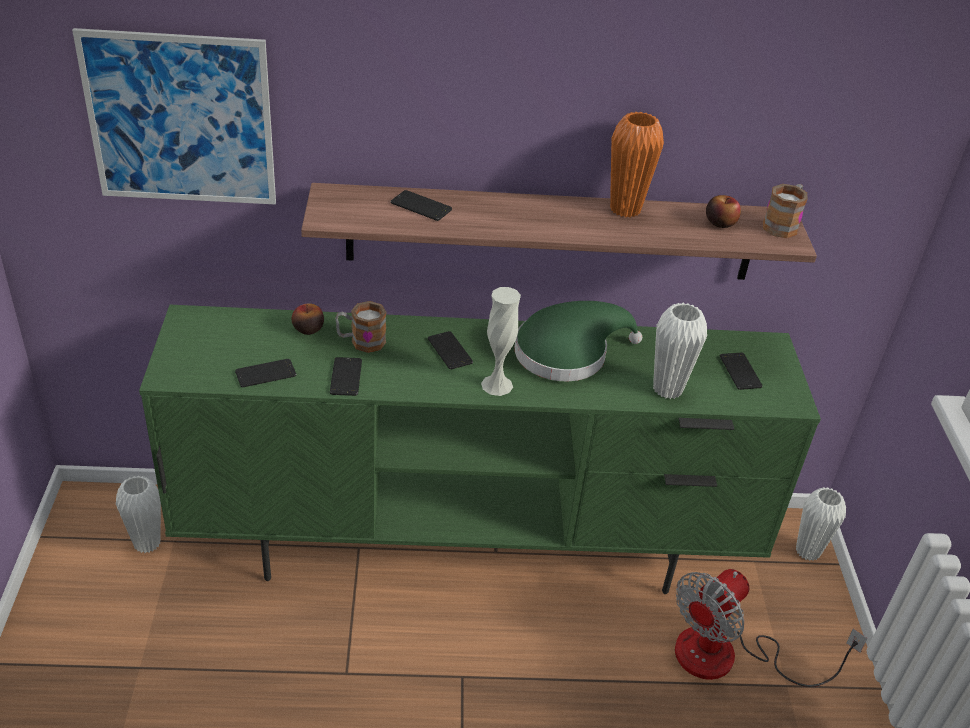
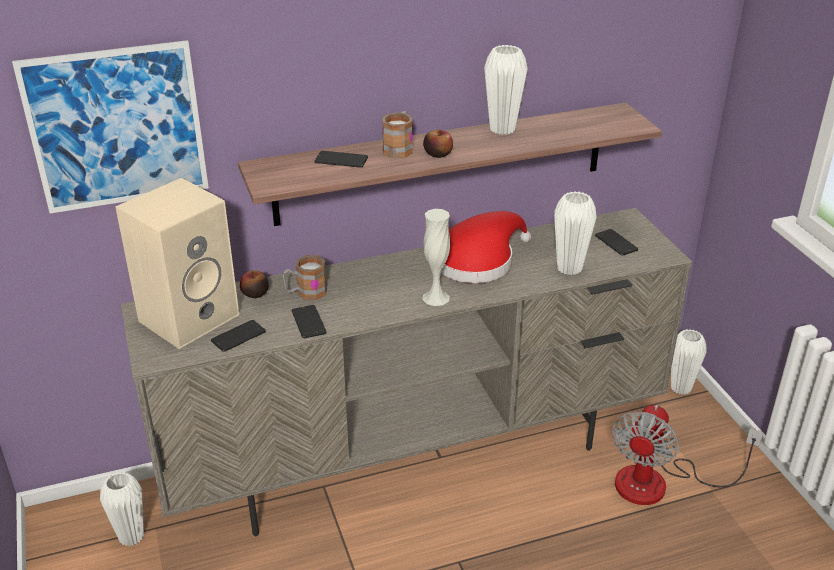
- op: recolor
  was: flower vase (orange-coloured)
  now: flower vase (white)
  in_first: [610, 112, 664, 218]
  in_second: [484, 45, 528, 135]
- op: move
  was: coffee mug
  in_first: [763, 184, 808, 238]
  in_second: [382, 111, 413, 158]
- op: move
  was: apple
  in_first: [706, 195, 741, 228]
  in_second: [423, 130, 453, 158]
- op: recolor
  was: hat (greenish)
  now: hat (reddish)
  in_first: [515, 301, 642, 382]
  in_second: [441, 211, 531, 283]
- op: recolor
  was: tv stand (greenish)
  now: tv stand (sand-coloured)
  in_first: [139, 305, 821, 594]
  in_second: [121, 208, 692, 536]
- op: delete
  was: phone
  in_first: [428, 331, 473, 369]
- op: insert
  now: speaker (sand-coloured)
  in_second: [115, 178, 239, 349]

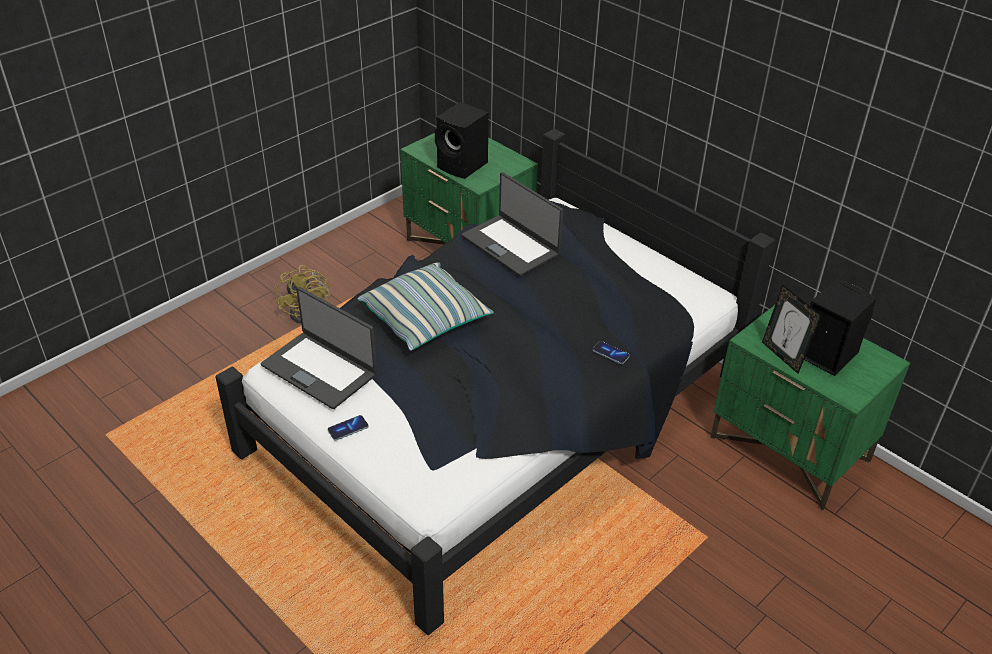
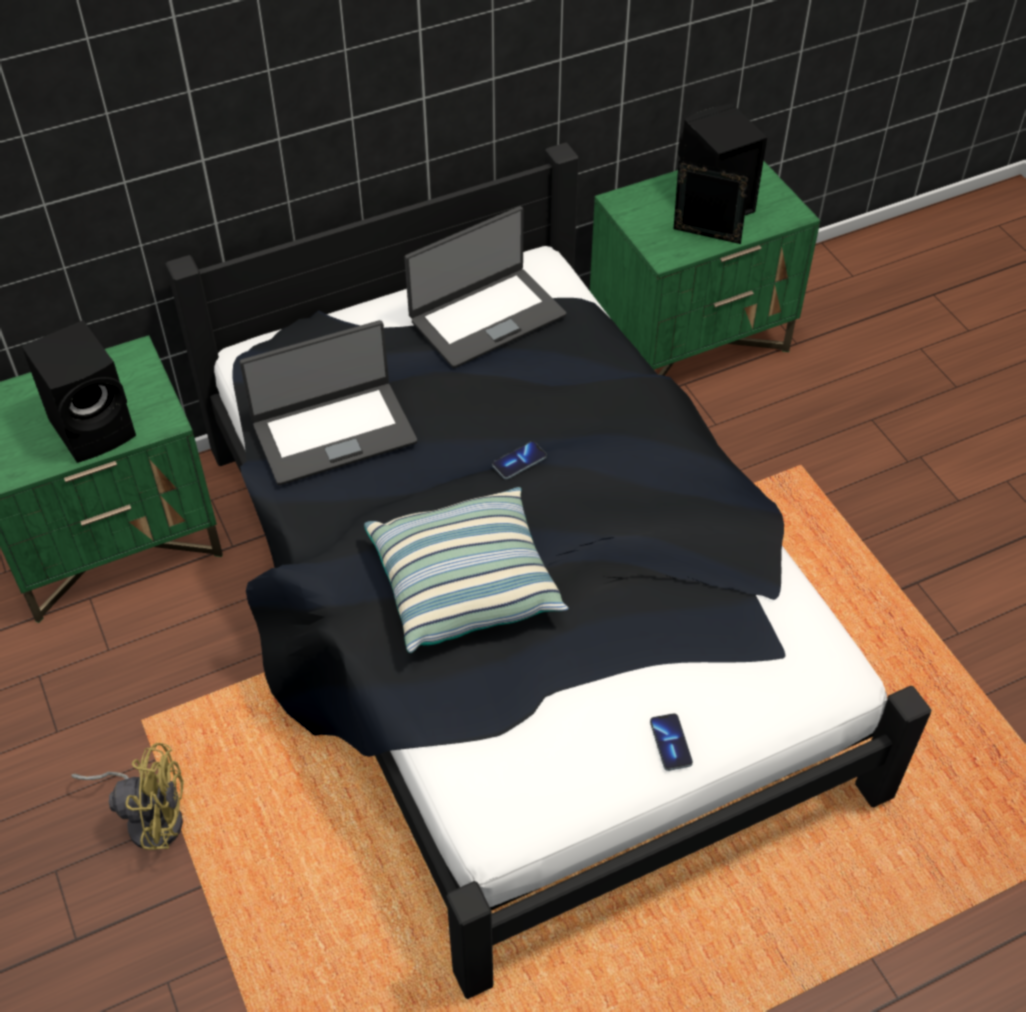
- op: rotate
  was: standing frame
  in_first: [762, 285, 821, 374]
  in_second: [674, 160, 750, 244]
  clockwise: -150
- op: move
  was: portable computer
  in_first: [261, 287, 377, 409]
  in_second: [404, 206, 567, 368]
- op: move
  was: phone
  in_first: [593, 341, 630, 364]
  in_second: [492, 441, 547, 479]

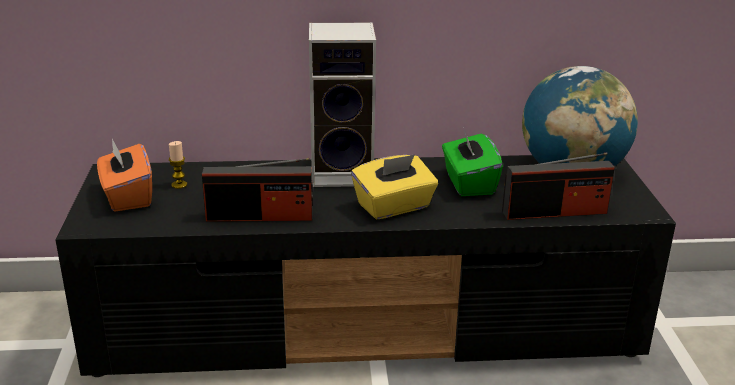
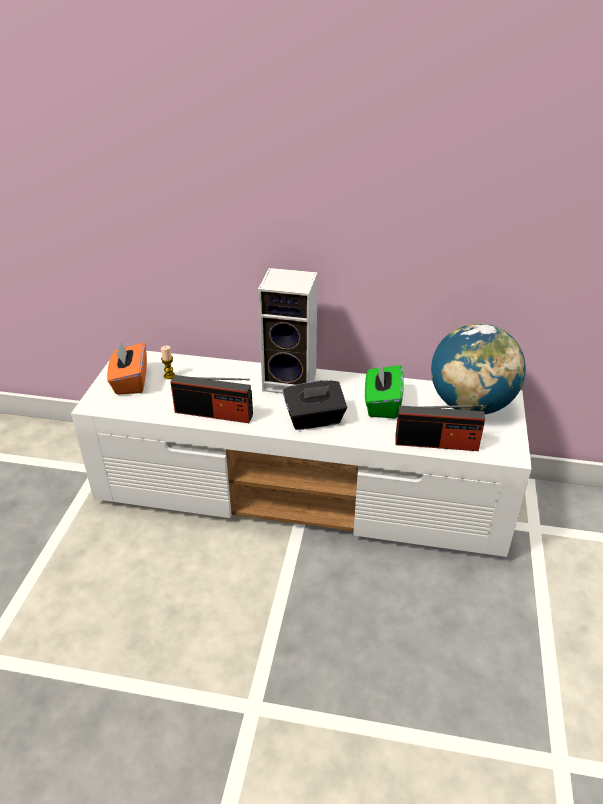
- op: recolor
  was: tissue holder (yellowish)
  now: tissue holder (blackish)
  in_first: [351, 154, 438, 220]
  in_second: [283, 380, 347, 430]
- op: recolor
  was: tv stand (blackish)
  now: tv stand (white)
  in_first: [55, 155, 676, 377]
  in_second: [71, 351, 532, 557]

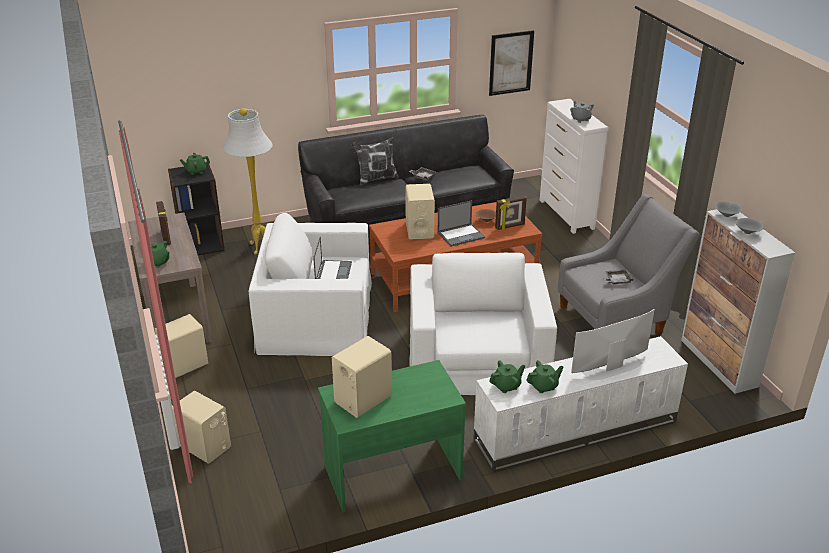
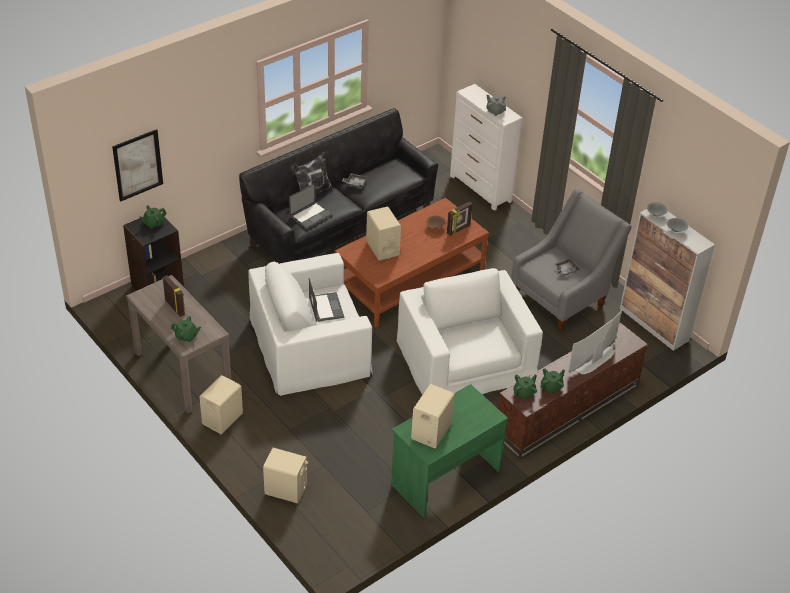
- op: move
  was: picture
  in_first: [489, 30, 534, 96]
  in_second: [112, 129, 163, 202]
- op: delete
  was: standard lamp (white)
  in_first: [223, 108, 273, 254]
- op: move
  was: portable computer
  in_first: [438, 200, 485, 247]
  in_second: [289, 183, 332, 229]
- op: recolor
  was: tv stand (white)
  now: tv stand (brownish)
  in_first: [473, 336, 688, 472]
  in_second: [498, 323, 648, 459]

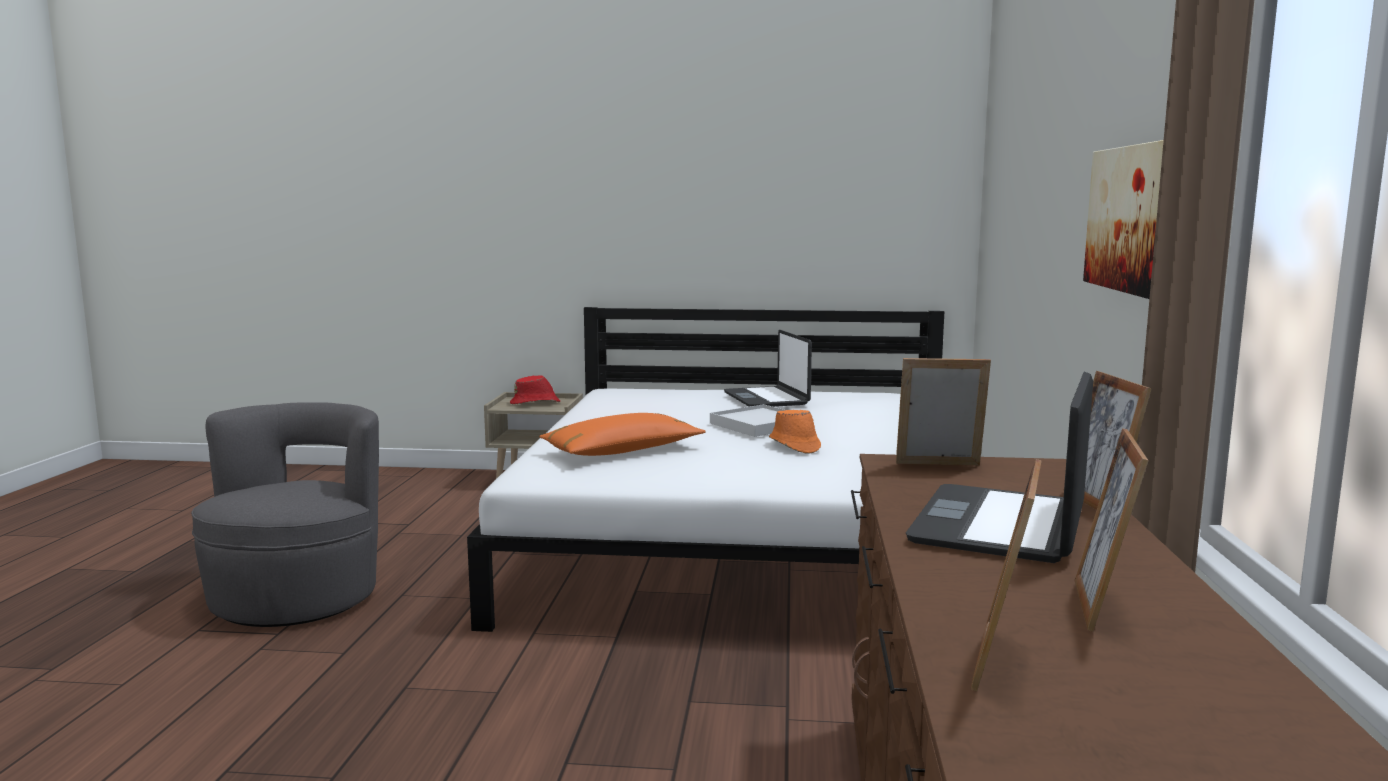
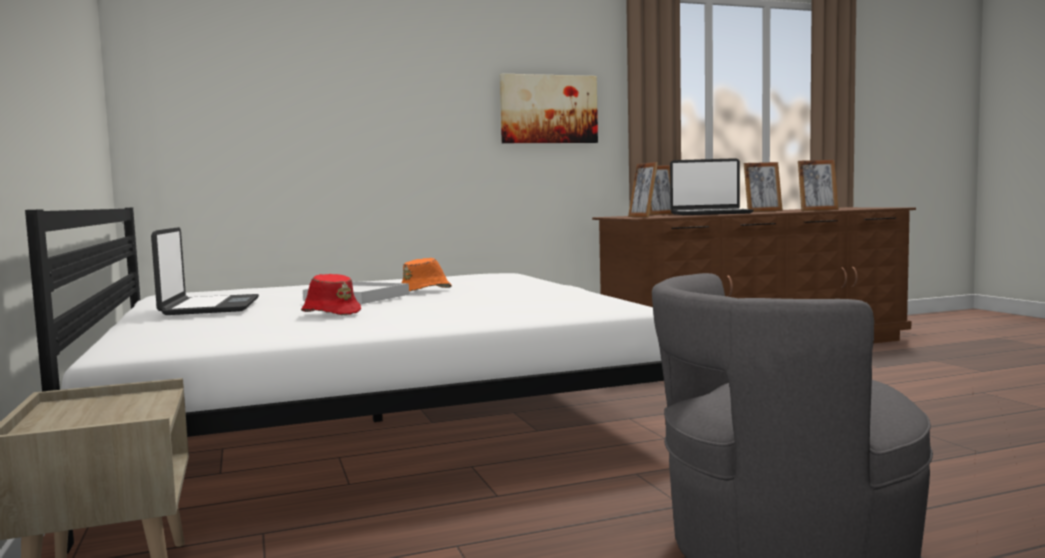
- op: rotate
  was: portable computer
  in_first: [724, 330, 812, 407]
  in_second: [151, 227, 259, 315]
  clockwise: -60
- op: move
  was: hat (reddish)
  in_first: [510, 375, 560, 404]
  in_second: [301, 274, 361, 316]
- op: delete
  was: throw pillow (orange-coloured)
  in_first: [539, 413, 706, 456]

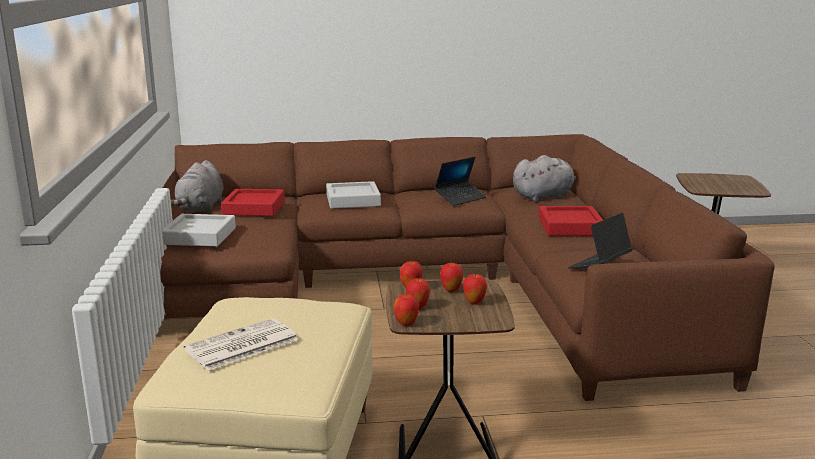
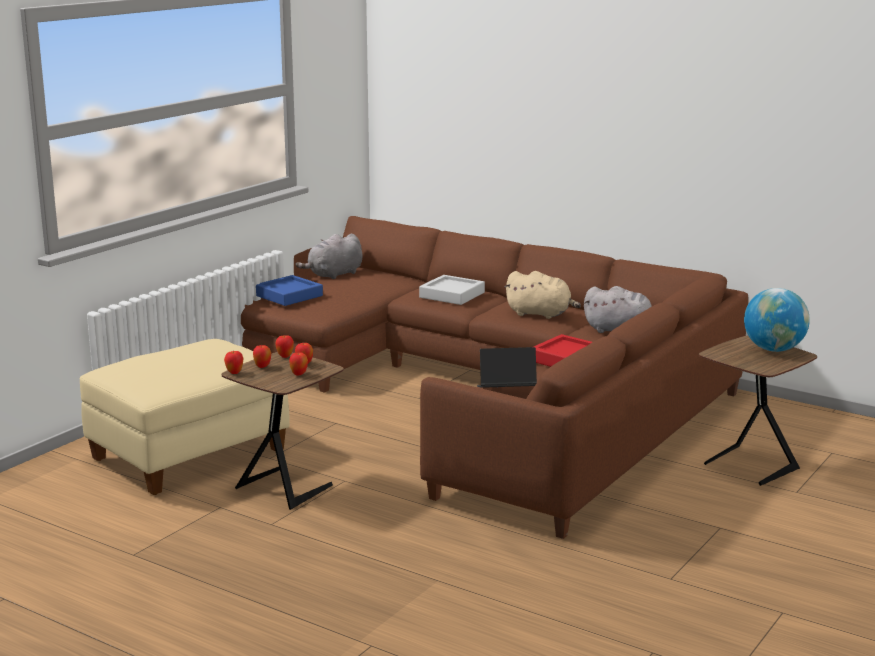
- op: replace
  was: portable computer
  now: cuddly toy (sand-coloured)
  in_first: [434, 157, 486, 206]
  in_second: [505, 271, 581, 319]
- op: delete
  was: tray (reddish)
  in_first: [221, 189, 285, 216]
- op: recolor
  was: tray (gray)
  now: tray (blue)
  in_first: [162, 214, 236, 247]
  in_second: [256, 275, 323, 306]
- op: delete
  was: printed paper
  in_first: [184, 318, 298, 370]
- op: insert
  now: world globe
  in_second: [744, 288, 810, 352]

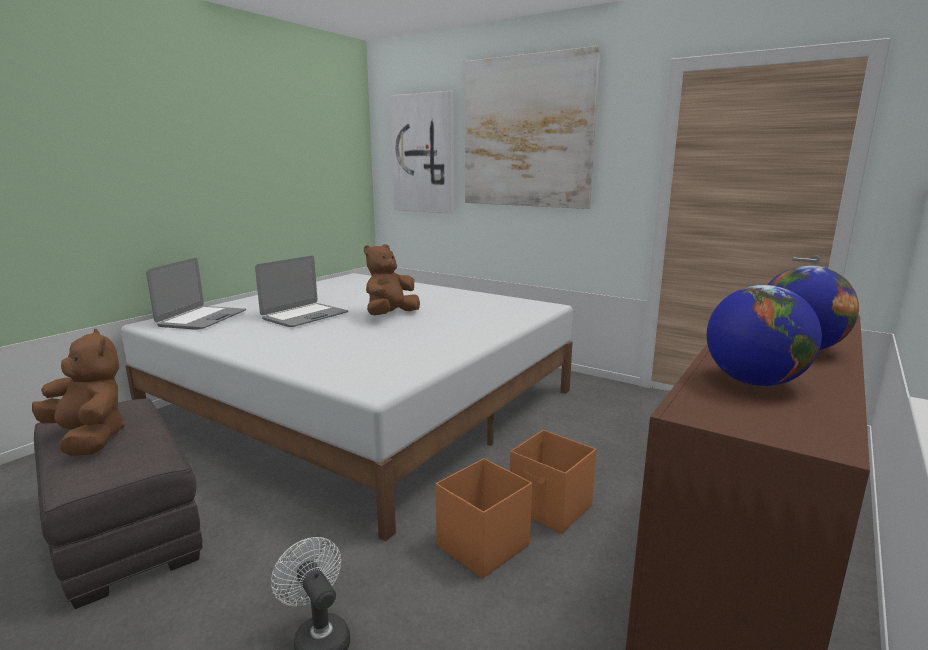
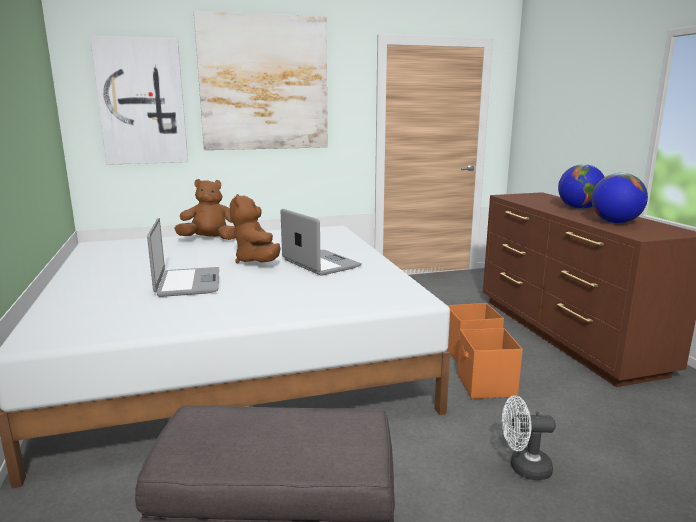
- op: move
  was: portable computer
  in_first: [146, 258, 246, 330]
  in_second: [281, 209, 362, 276]
- op: move
  was: cuddly toy (brownish)
  in_first: [32, 329, 125, 456]
  in_second: [174, 179, 236, 240]

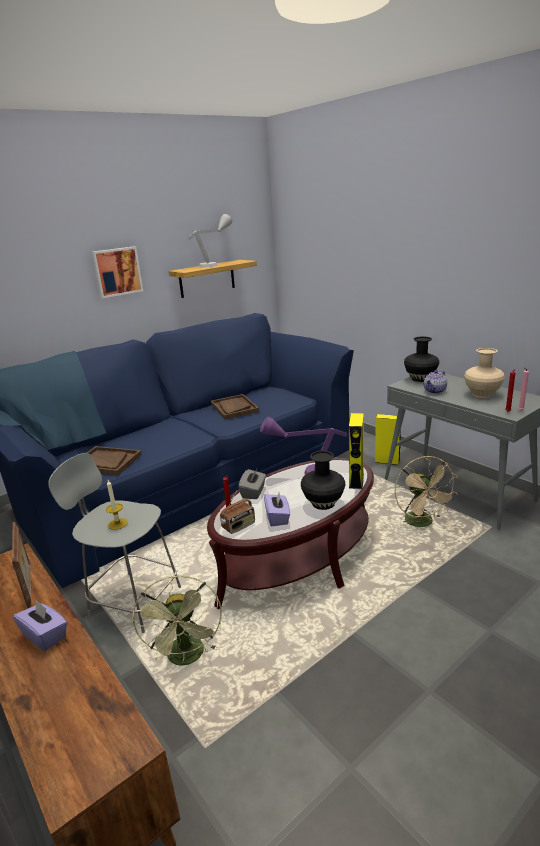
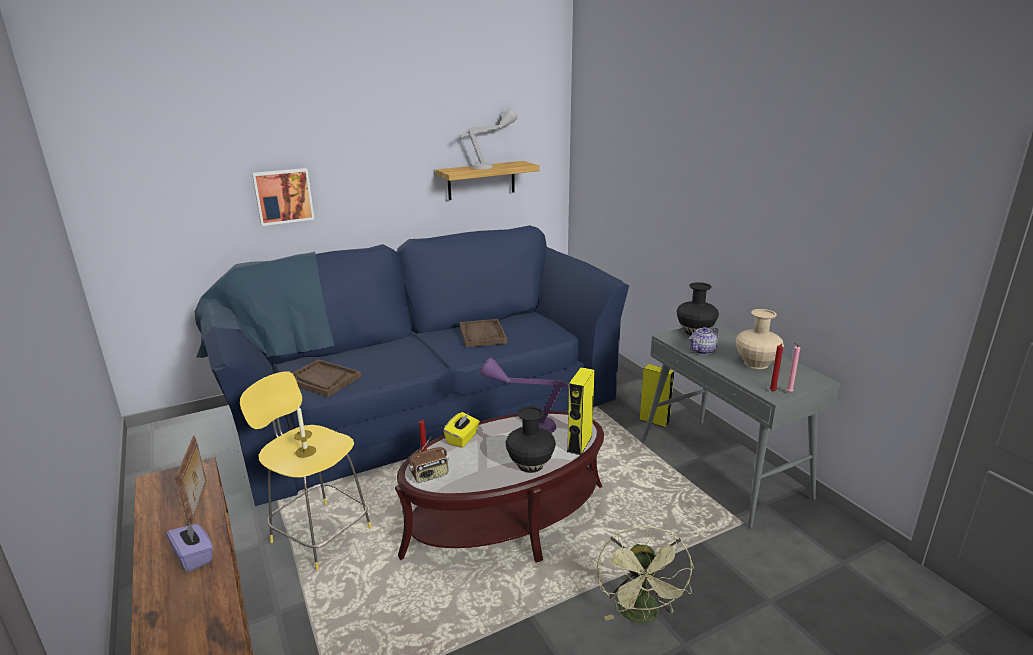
- op: move
  was: picture
  in_first: [91, 246, 143, 298]
  in_second: [252, 168, 315, 226]
- op: recolor
  was: stool (gray)
  now: stool (yellowish)
  in_first: [48, 453, 181, 633]
  in_second: [240, 371, 372, 570]
- op: delete
  was: cooling fan (sand-coloured)
  in_first: [395, 456, 458, 527]
- op: recolor
  was: tissue holder (gray)
  now: tissue holder (yellowish)
  in_first: [238, 469, 266, 499]
  in_second: [443, 412, 480, 448]
- op: delete
  was: tissue holder (purplish)
  in_first: [264, 493, 290, 526]
- op: move
  was: cooling fan (greenish)
  in_first: [132, 576, 222, 666]
  in_second: [597, 526, 694, 623]

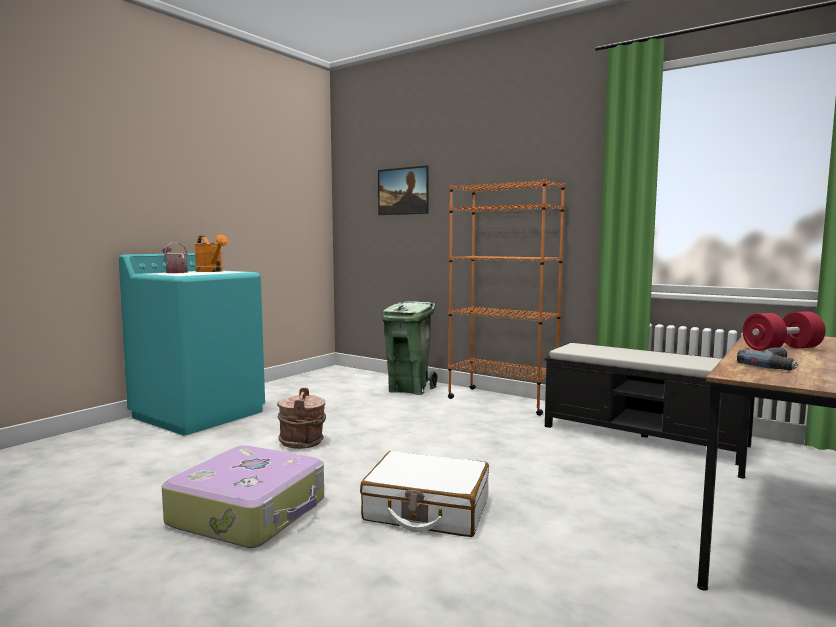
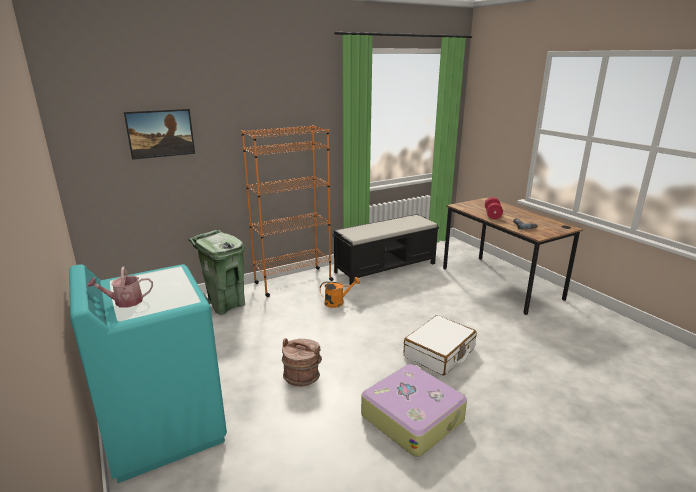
- op: move
  was: sprinkling can (orange-coloured)
  in_first: [194, 235, 228, 272]
  in_second: [320, 277, 360, 308]

